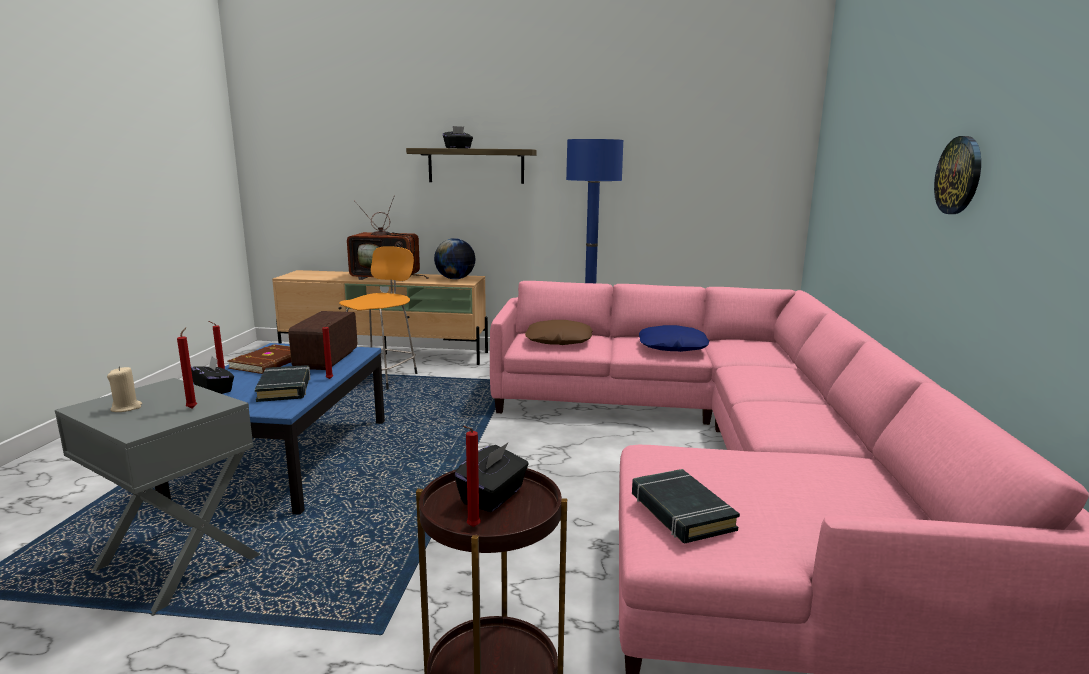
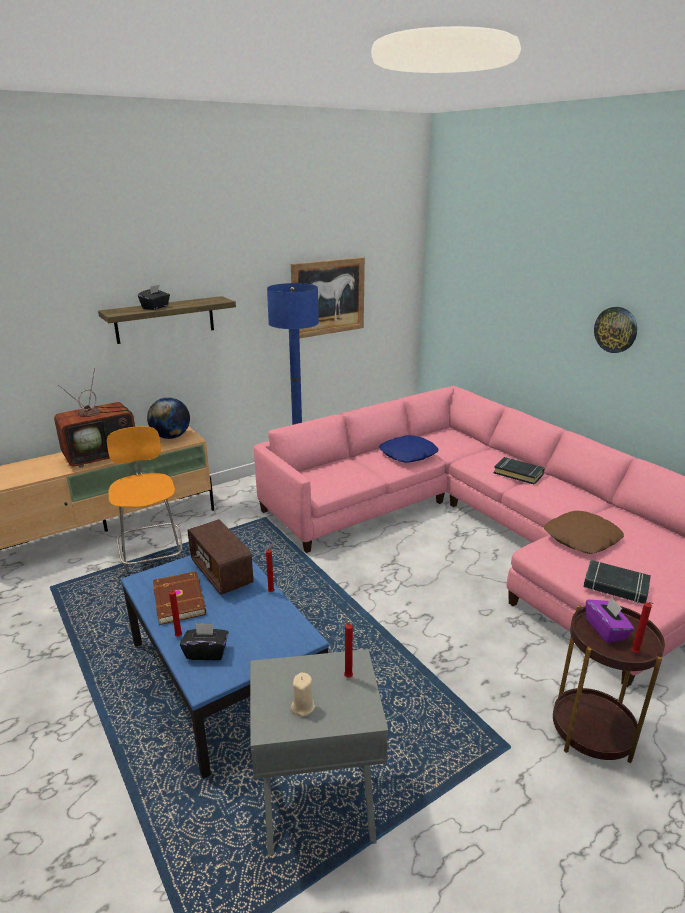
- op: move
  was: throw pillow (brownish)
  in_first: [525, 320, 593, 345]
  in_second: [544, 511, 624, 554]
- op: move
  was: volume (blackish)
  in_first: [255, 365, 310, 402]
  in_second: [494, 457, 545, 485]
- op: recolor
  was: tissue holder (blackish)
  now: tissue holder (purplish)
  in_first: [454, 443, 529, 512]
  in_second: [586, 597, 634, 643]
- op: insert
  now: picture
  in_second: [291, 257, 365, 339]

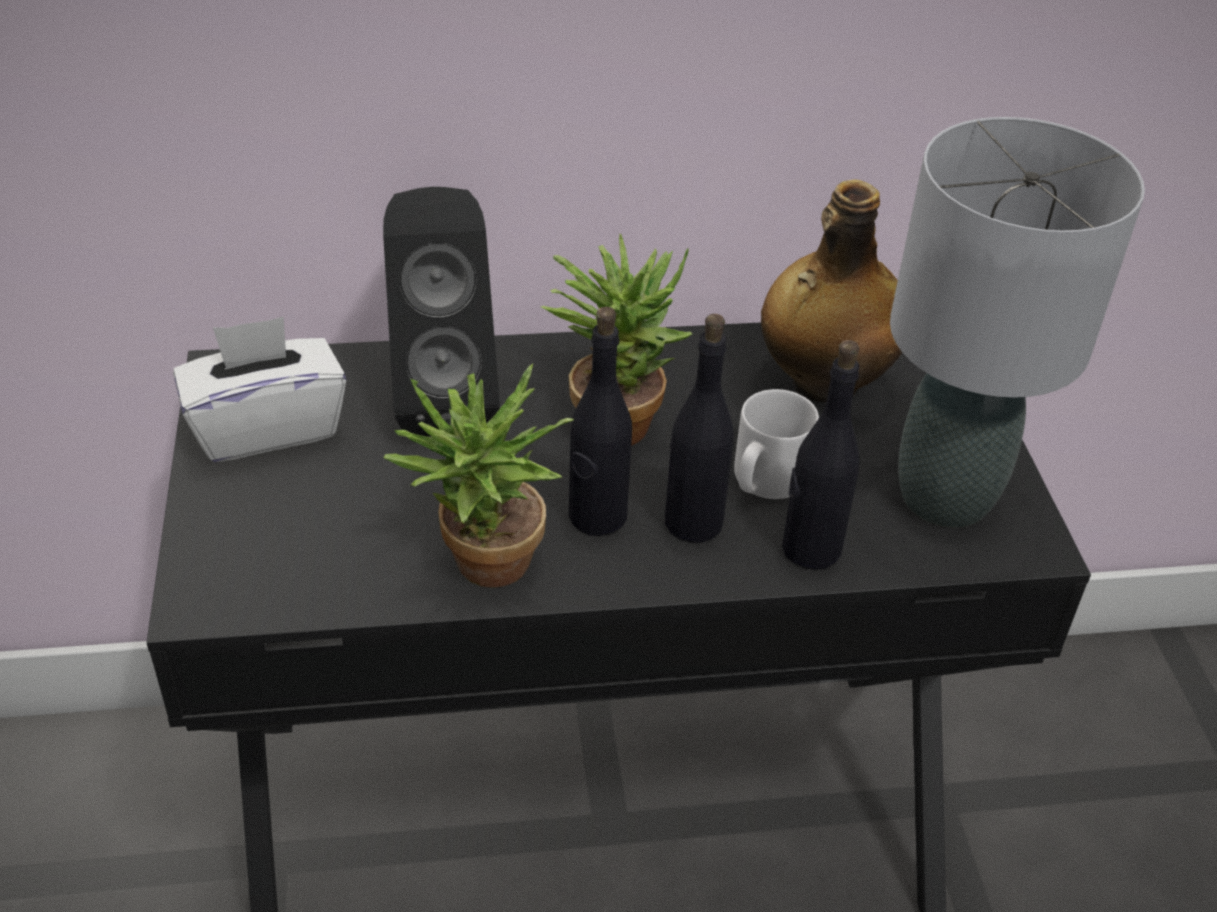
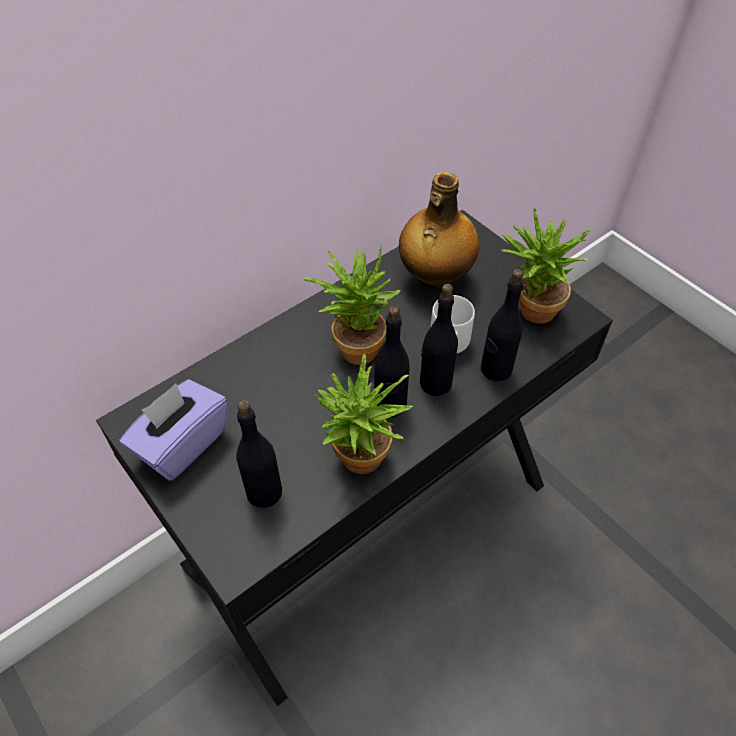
- op: replace
  was: lamp for a table (gray)
  now: houseplant
  in_first: [890, 117, 1145, 528]
  in_second: [501, 208, 592, 324]
- op: delete
  was: speaker (blackish)
  in_first: [383, 187, 500, 436]
- op: recolor
  was: tissue holder (white)
  now: tissue holder (purplish)
  in_first: [173, 317, 346, 462]
  in_second: [119, 379, 228, 481]
- op: insert
  now: bottle (blackish)
  in_second: [236, 400, 282, 508]

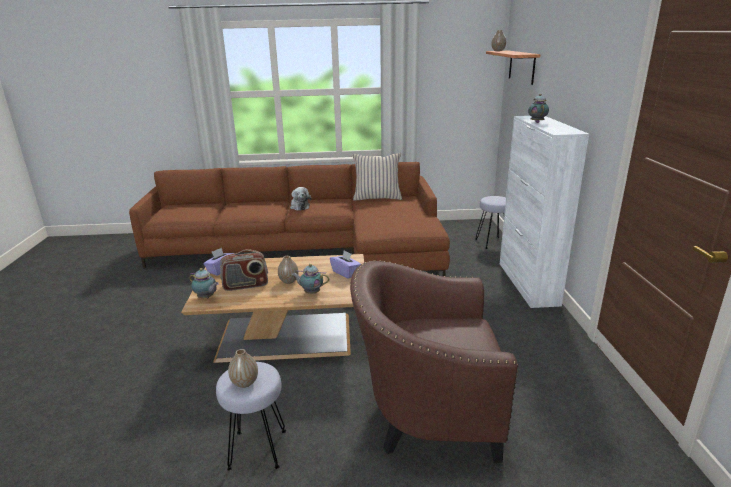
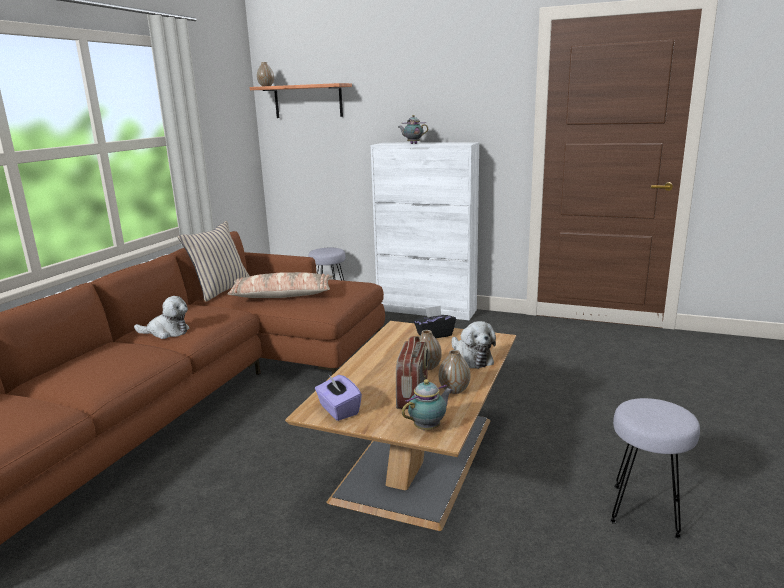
- op: recolor
  was: tissue holder (purplish)
  now: tissue holder (blackish)
  in_first: [330, 250, 361, 279]
  in_second: [414, 306, 456, 338]
- op: delete
  was: easy chair (brownish)
  in_first: [350, 260, 518, 463]
- op: replace
  was: pot for tea
  now: cuddly toy
  in_first: [292, 264, 329, 294]
  in_second: [452, 321, 496, 369]
- op: move
  was: flower vase
  in_first: [228, 349, 258, 388]
  in_second: [439, 350, 470, 394]
- op: insert
  now: throw pillow
  in_second: [227, 272, 333, 298]

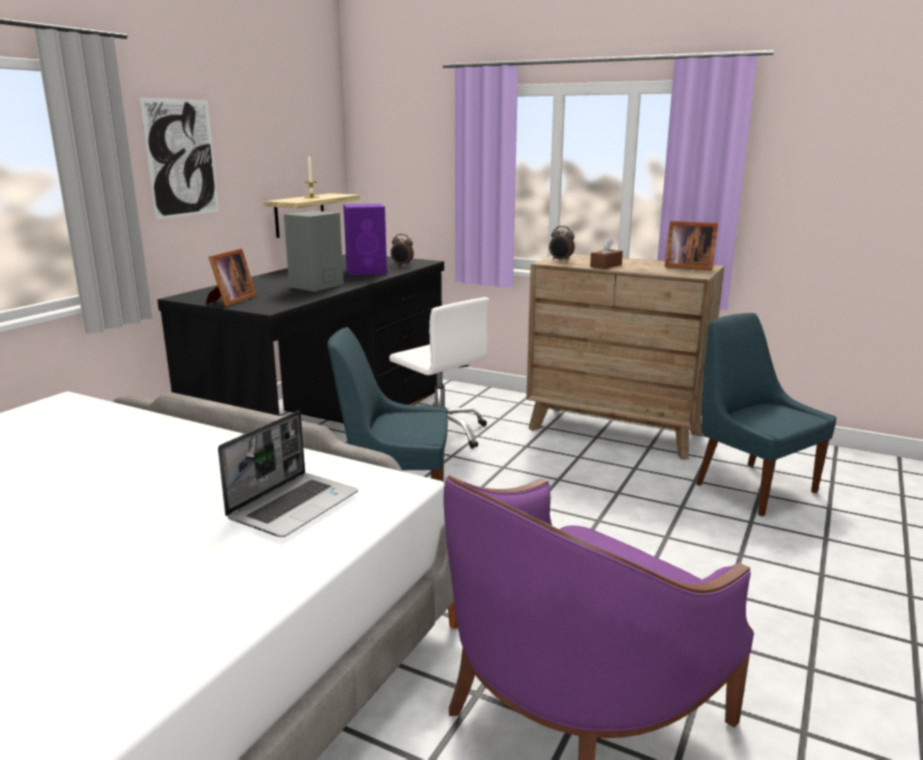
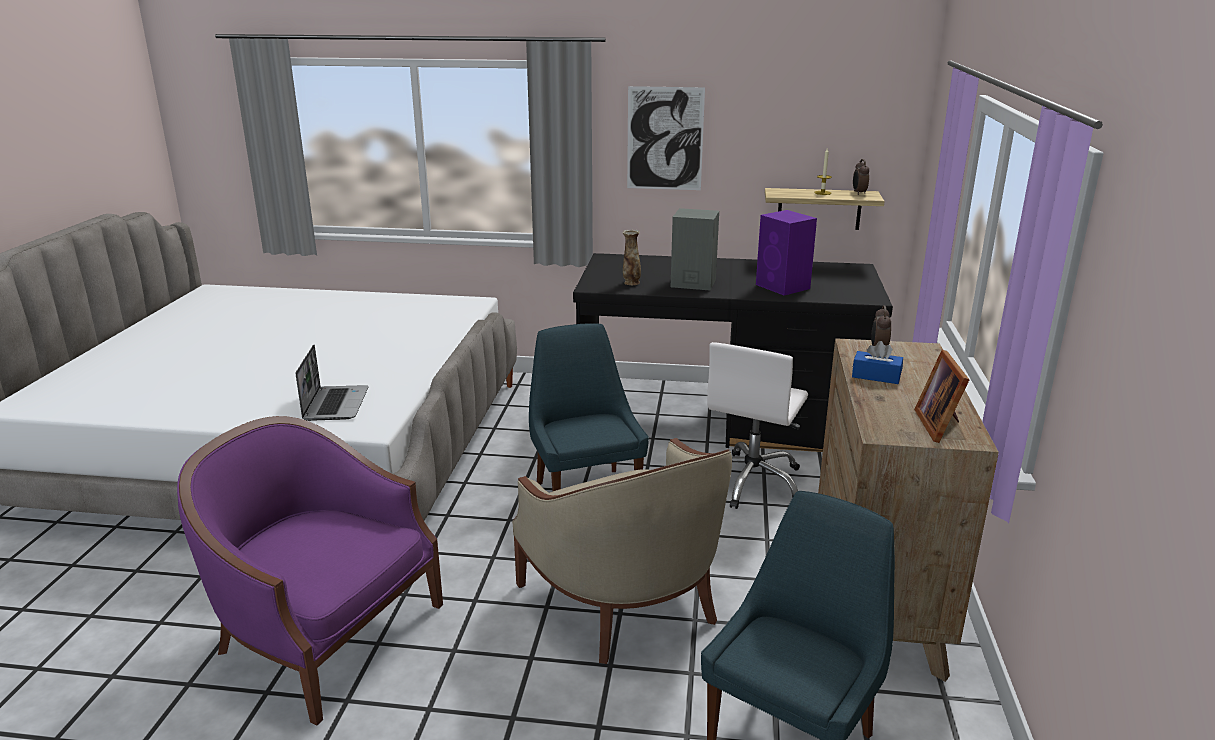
- op: move
  was: table clock
  in_first: [391, 234, 414, 266]
  in_second: [853, 159, 869, 195]
- op: recolor
  was: tissue holder (brownish)
  now: tissue holder (blue)
  in_first: [590, 238, 623, 269]
  in_second: [852, 341, 903, 384]
- op: delete
  was: standing frame
  in_first: [206, 248, 257, 306]
- op: rotate
  was: portable computer
  in_first: [218, 411, 358, 537]
  in_second: [296, 344, 369, 421]
  clockwise: -105
- op: insert
  now: flower vase
  in_second: [622, 230, 641, 285]
- op: insert
  now: easy chair (sand-coloured)
  in_second: [512, 438, 732, 664]

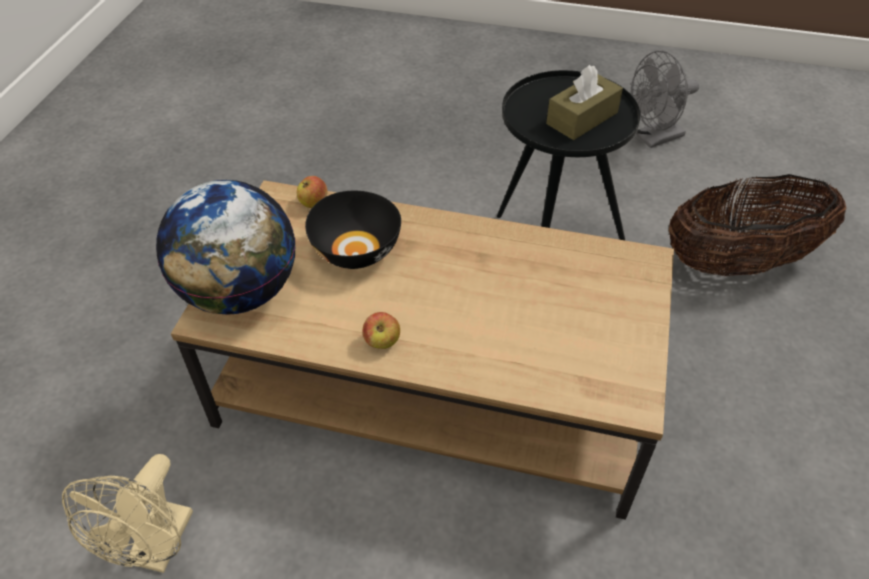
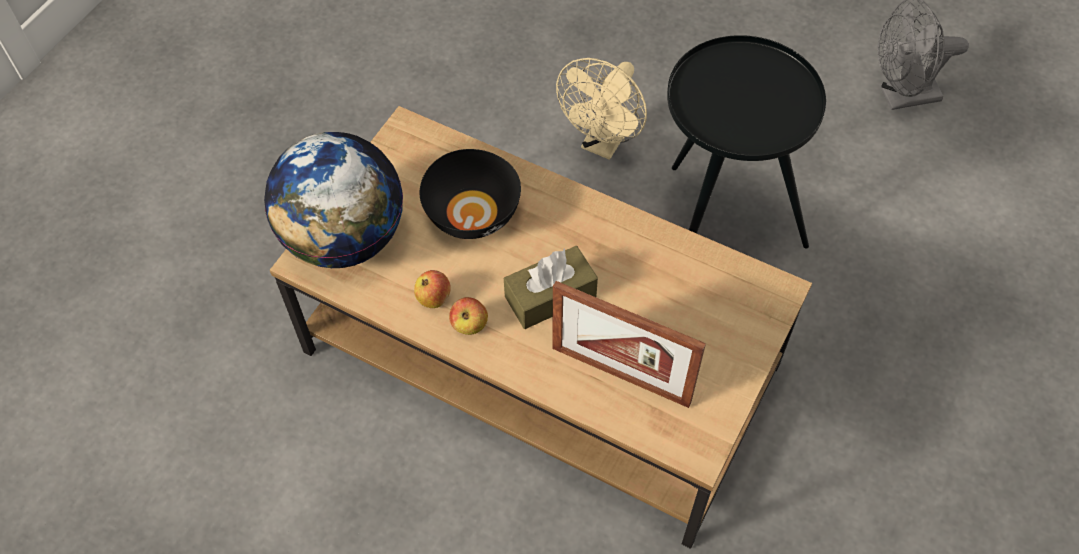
- op: move
  was: tissue holder (brownish)
  in_first: [546, 65, 623, 140]
  in_second: [504, 246, 598, 329]
- op: delete
  was: basket
  in_first: [669, 174, 847, 276]
- op: move
  was: apple
  in_first: [297, 176, 327, 208]
  in_second: [414, 270, 451, 308]
- op: move
  was: cooling fan (sand-coloured)
  in_first: [62, 454, 193, 573]
  in_second: [556, 58, 647, 160]
- op: insert
  now: standing frame
  in_second: [552, 281, 706, 408]

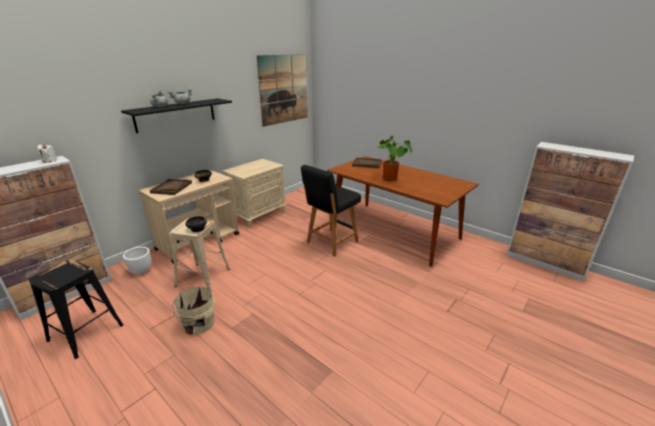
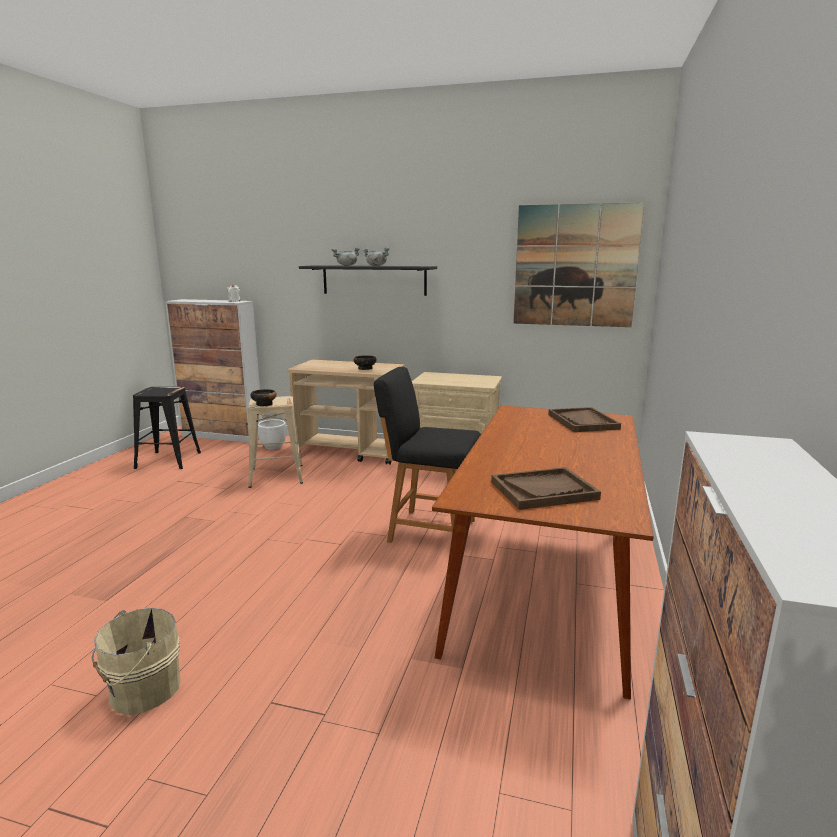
- op: delete
  was: houseplant
  in_first: [377, 136, 412, 181]
- op: move
  was: tray (brownish)
  in_first: [150, 179, 192, 195]
  in_second: [491, 467, 601, 510]
- op: move
  was: pail (sand-coloured)
  in_first: [173, 287, 215, 335]
  in_second: [92, 607, 181, 715]

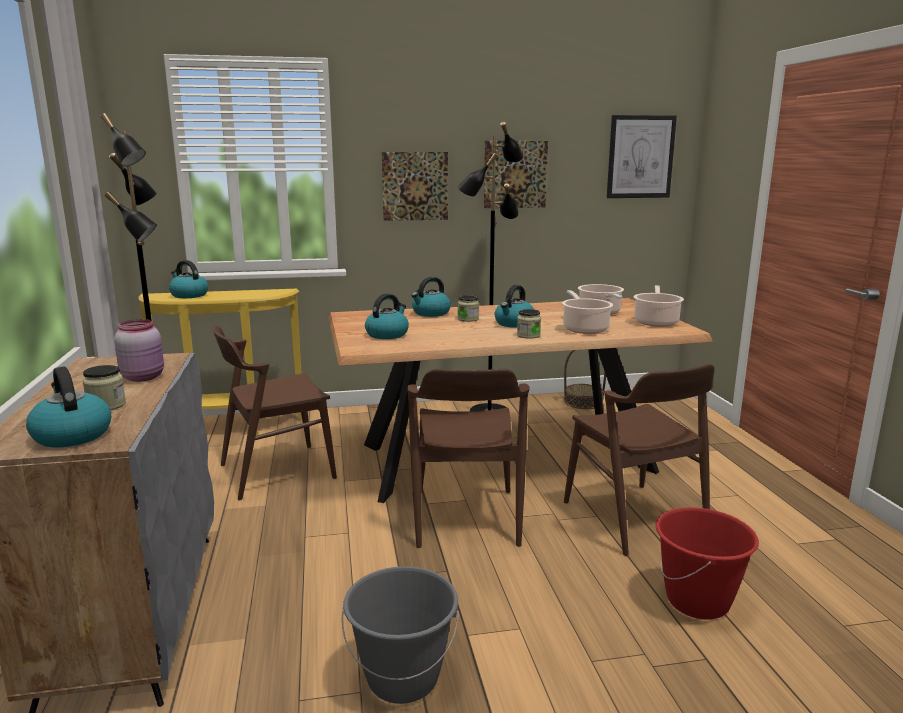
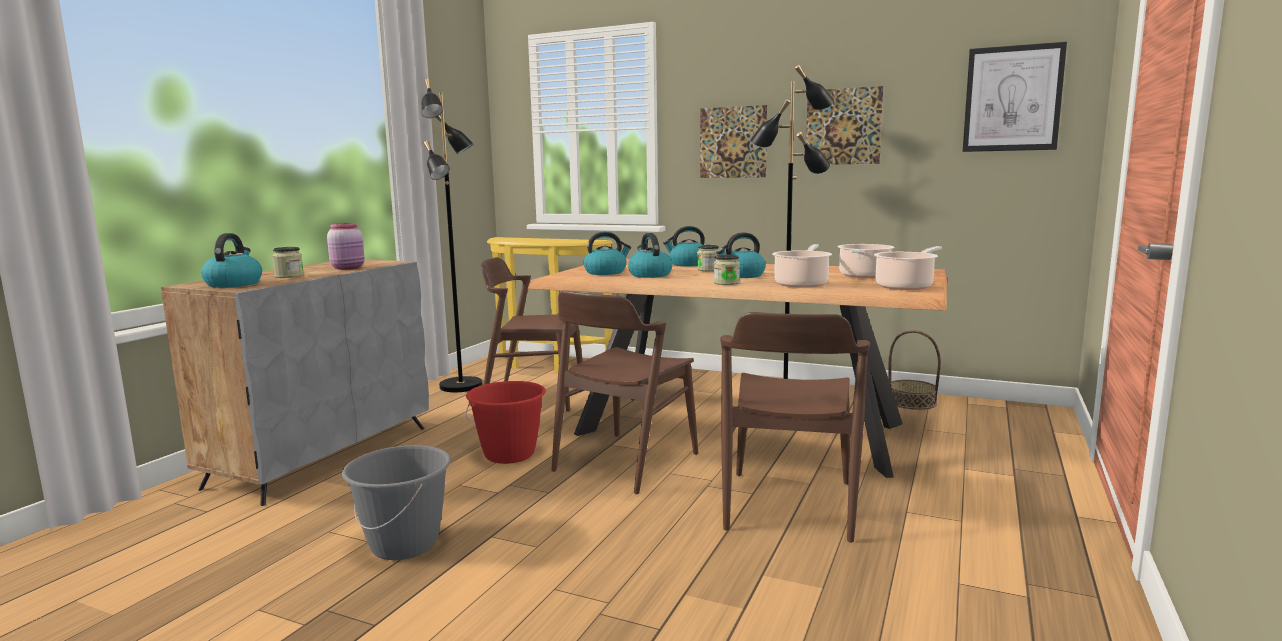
- op: move
  was: tea kettle
  in_first: [169, 260, 208, 298]
  in_second: [628, 233, 672, 278]
- op: move
  was: pail (reddish)
  in_first: [656, 507, 759, 620]
  in_second: [466, 381, 546, 464]

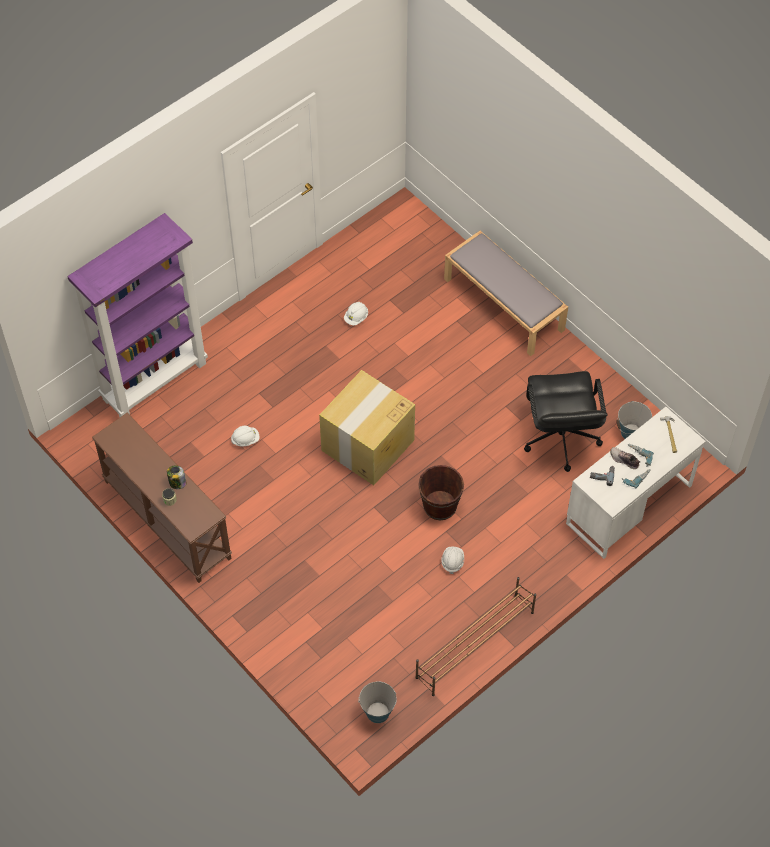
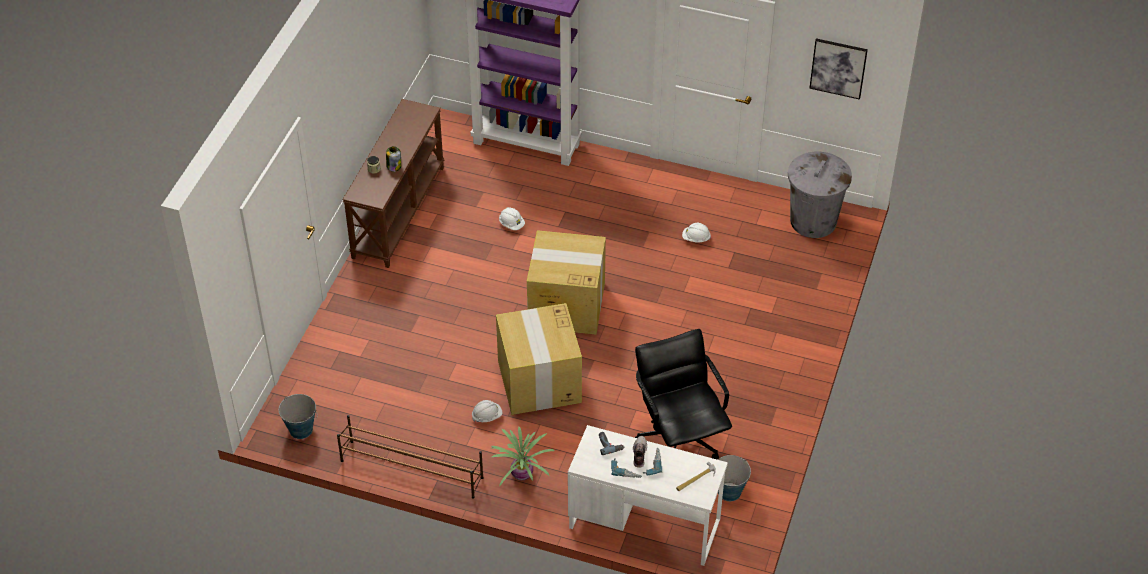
- op: delete
  was: long seat (gray)
  in_first: [444, 231, 568, 356]
- op: rotate
  was: office chair (blackish)
  in_first: [524, 371, 607, 472]
  in_second: [635, 329, 732, 460]
  clockwise: 105
- op: replace
  was: pail (brownish)
  now: packing box
  in_first: [418, 465, 464, 520]
  in_second: [496, 303, 582, 415]
- op: insert
  now: picture
  in_second: [809, 38, 868, 100]
- op: insert
  now: rubbish bin (gray)
  in_second: [788, 152, 852, 238]
- op: insert
  now: houseplant
  in_second: [491, 427, 555, 487]

